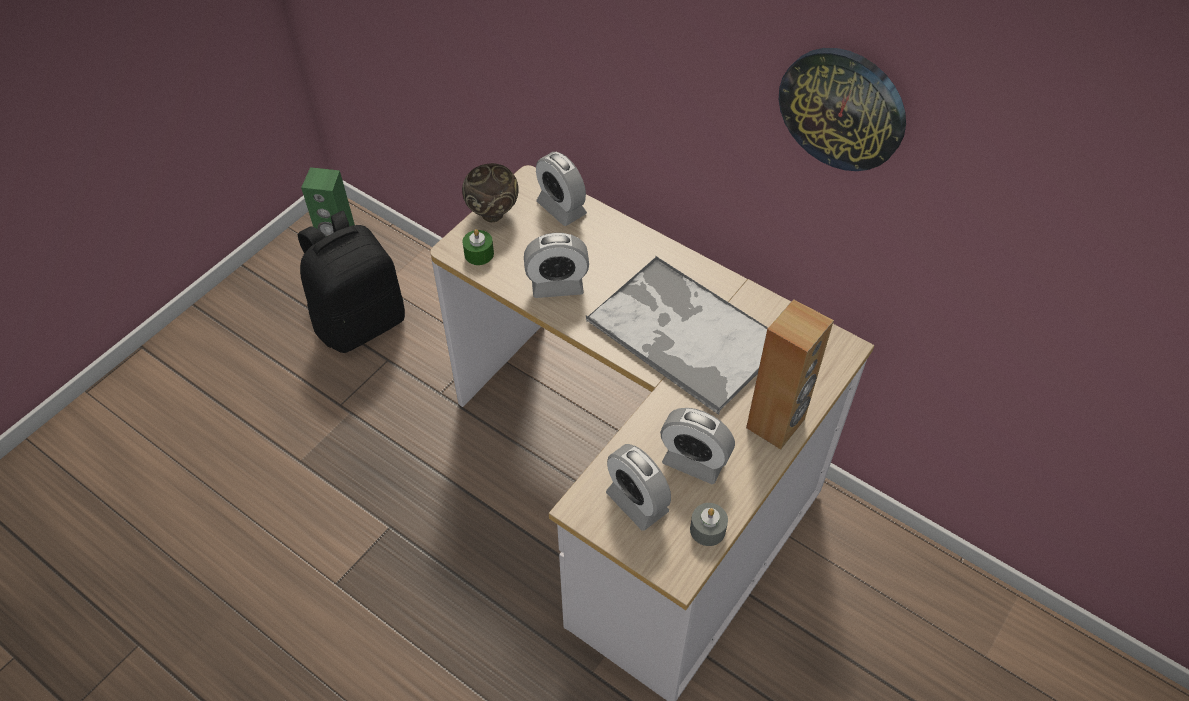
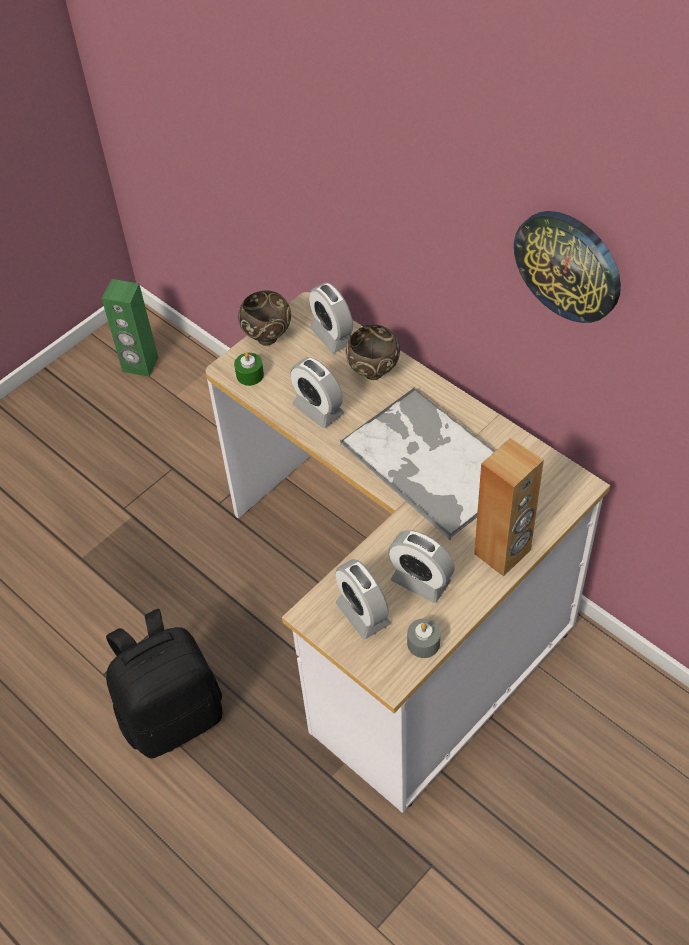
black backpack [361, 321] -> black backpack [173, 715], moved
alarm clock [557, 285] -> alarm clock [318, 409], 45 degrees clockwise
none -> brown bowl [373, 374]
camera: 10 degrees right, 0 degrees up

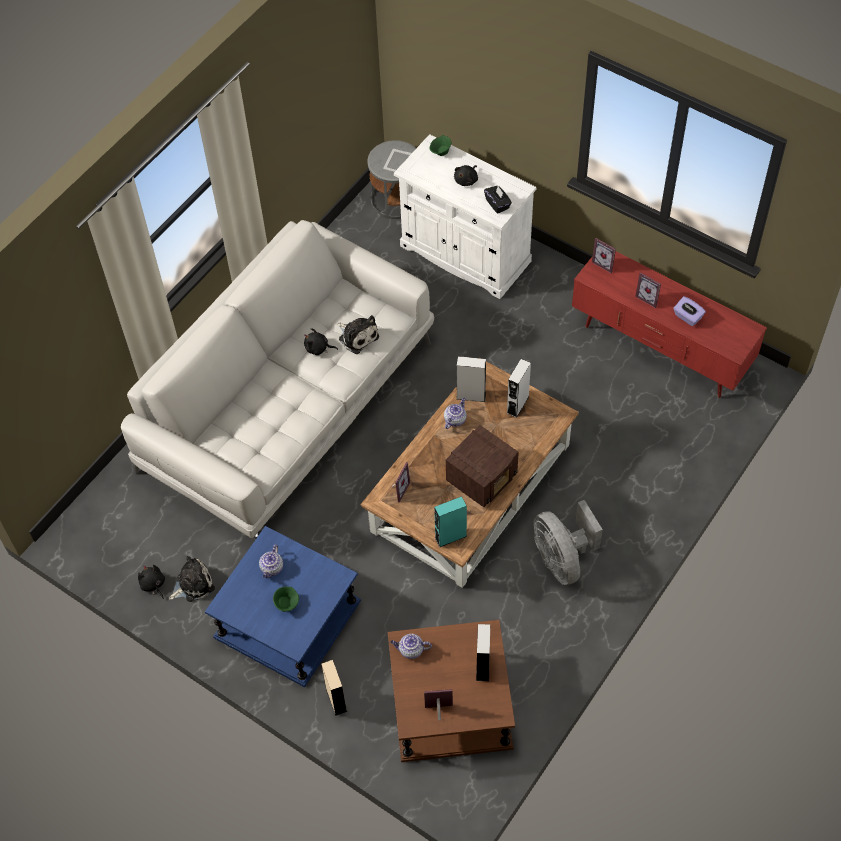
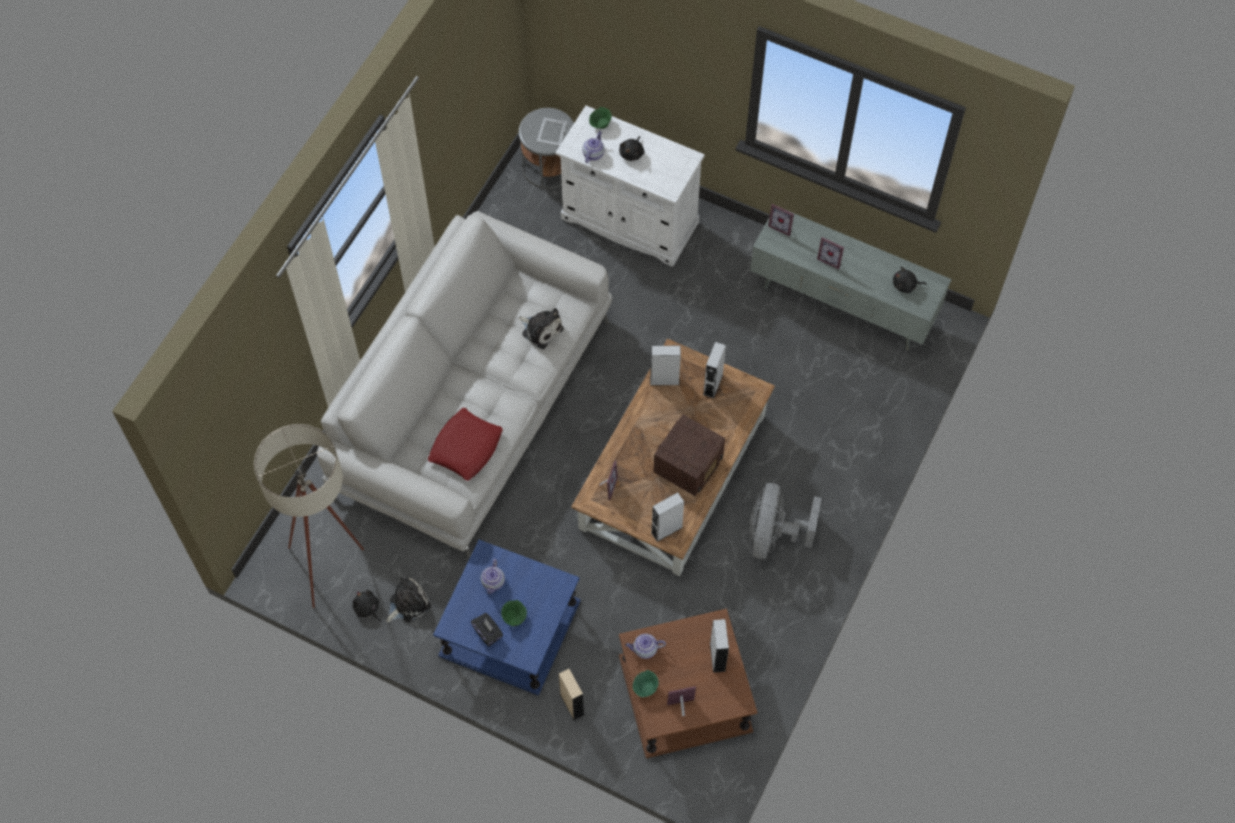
none -> beige floor lamp [331, 564]
none -> red pillow [466, 447]
black tissue box [497, 204] -> black tissue box [487, 633], moved
teapot [455, 419] -> teapot [593, 153], moved
none -> green bowl [645, 688]
turquoise speaker [450, 537] -> grey speaker [666, 530]
grey fan [562, 559] -> grey fan [773, 535], 45 degrees clockwise
red tv stand [660, 350] -> grey tv stand [842, 305]
black plush toy [318, 348] -> black plush toy [905, 285], moved
purple tissue box [687, 317] -> none
camera: 10 degrees left, 5 degrees up

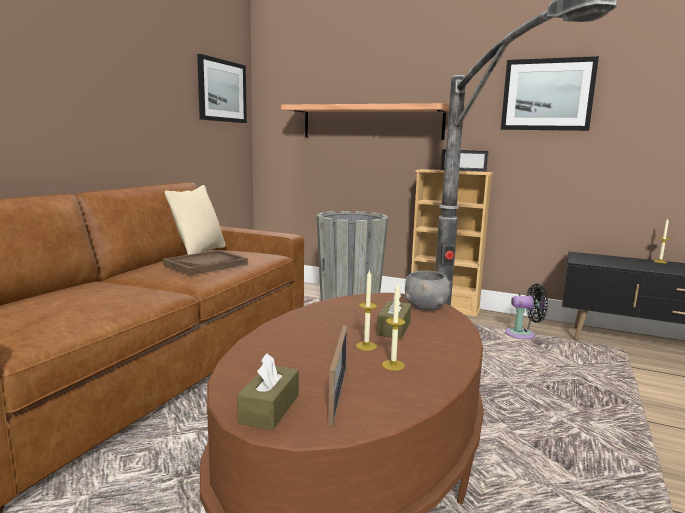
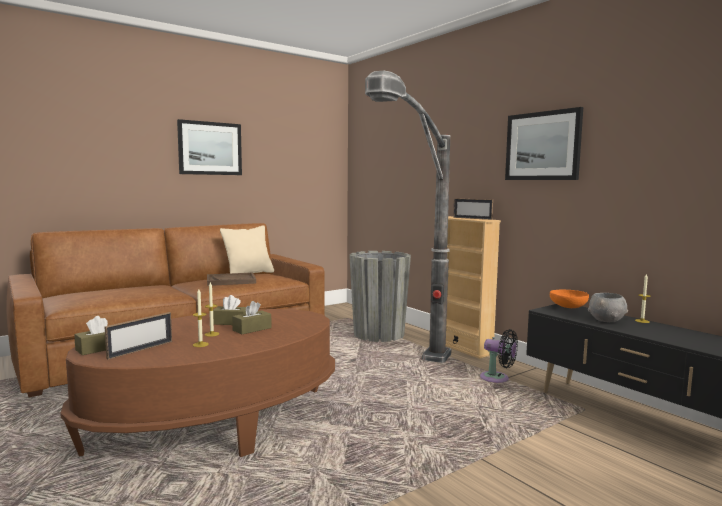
picture [222, 91] -> picture [210, 148], moved
none -> brown tissue box [231, 322]
none -> orange bowl [568, 308]
grey bowl [426, 307] -> grey bowl [607, 320], moved
shelf [371, 122] -> none
camera: 30 degrees right, 5 degrees down

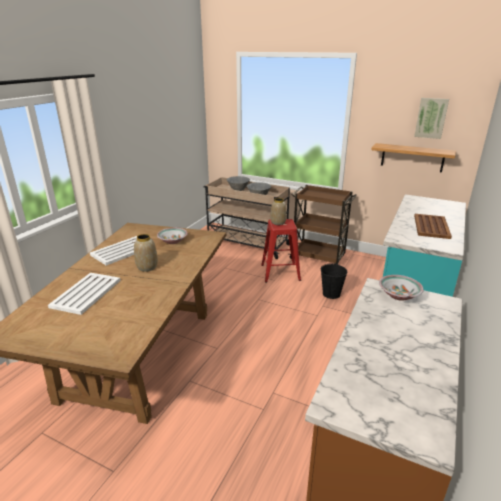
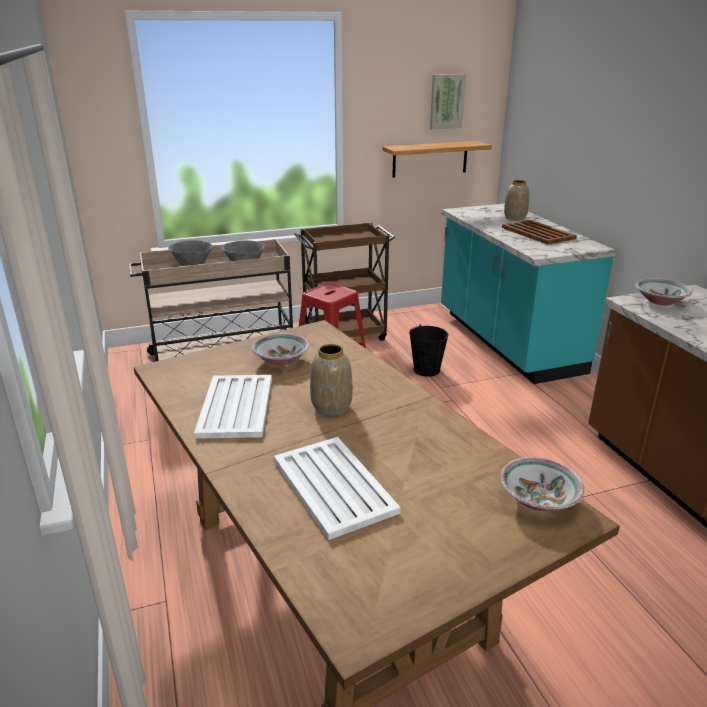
none -> bowl [538, 499]
vase [278, 222] -> vase [515, 218], moved
camera: 45 degrees left, 0 degrees up

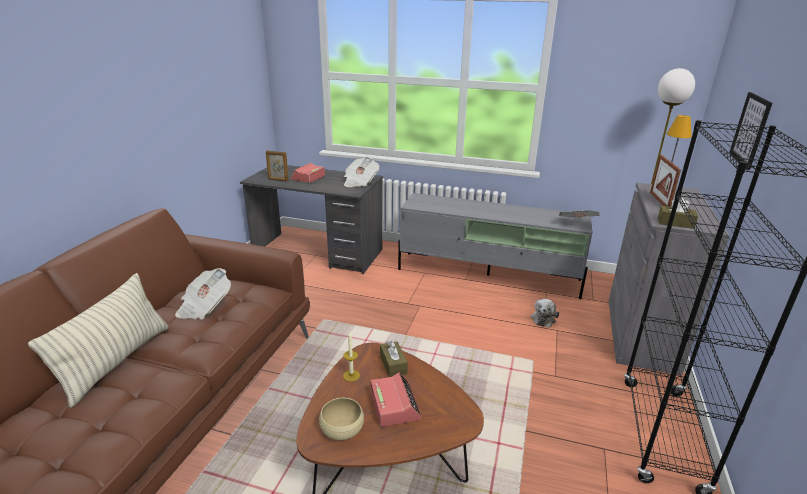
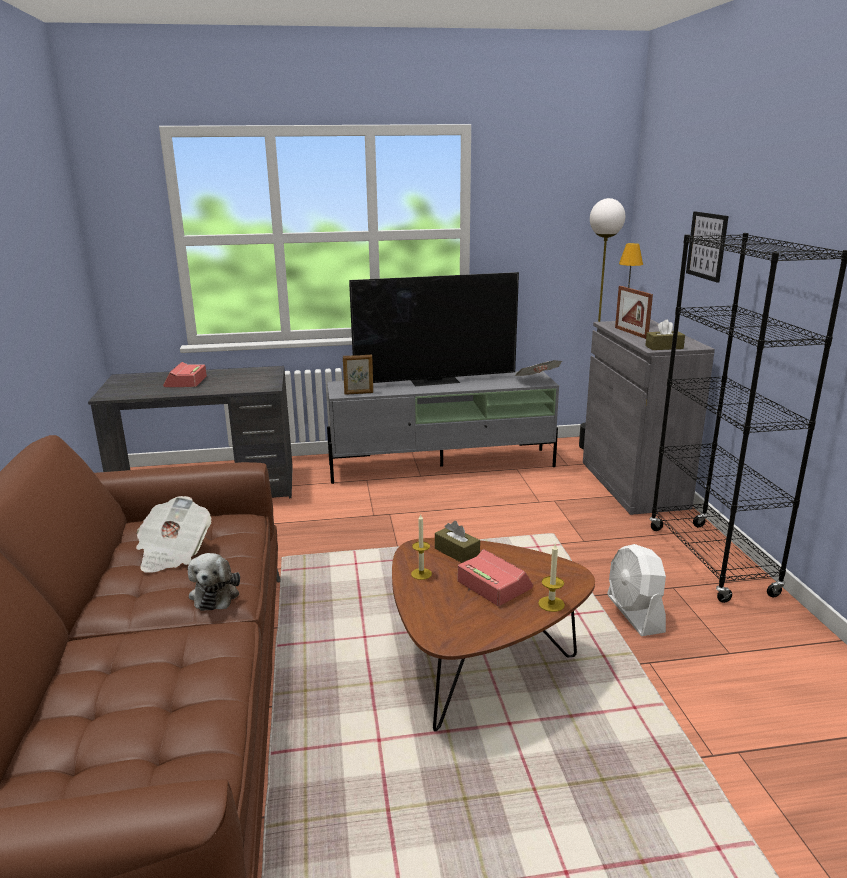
plush toy [543, 318] -> plush toy [215, 593], moved
picture frame [278, 180] -> picture frame [359, 393], moved
none -> television [435, 380]
none -> candle [551, 604]
none -> white fan [634, 614]
pillow [117, 361] -> none
beige bowl [342, 428] -> none
newspaper [360, 182] -> none
camera: 25 degrees left, 5 degrees down

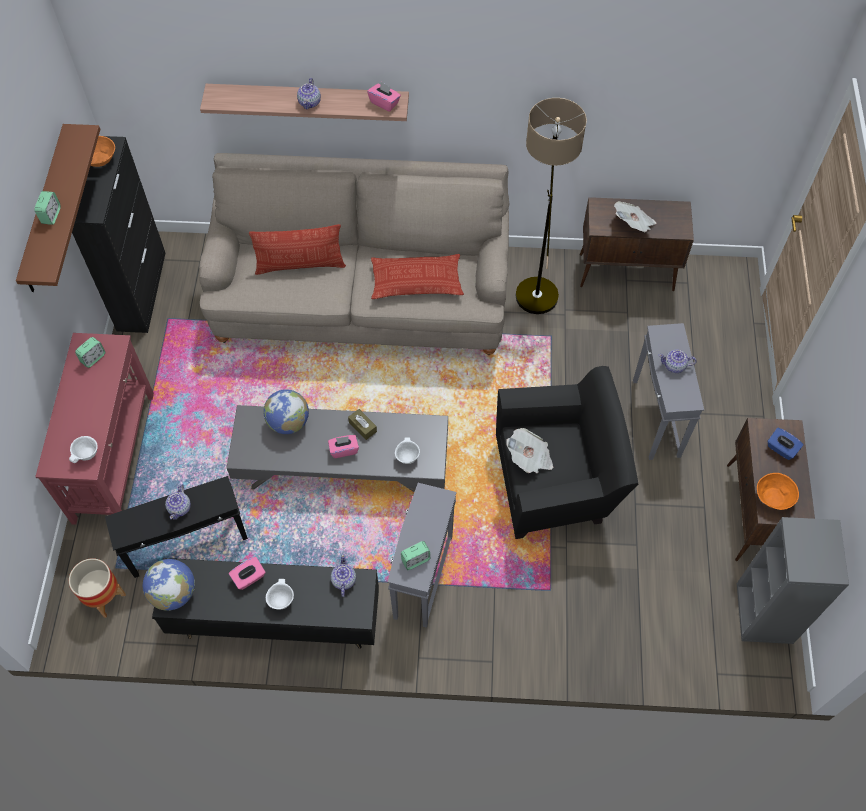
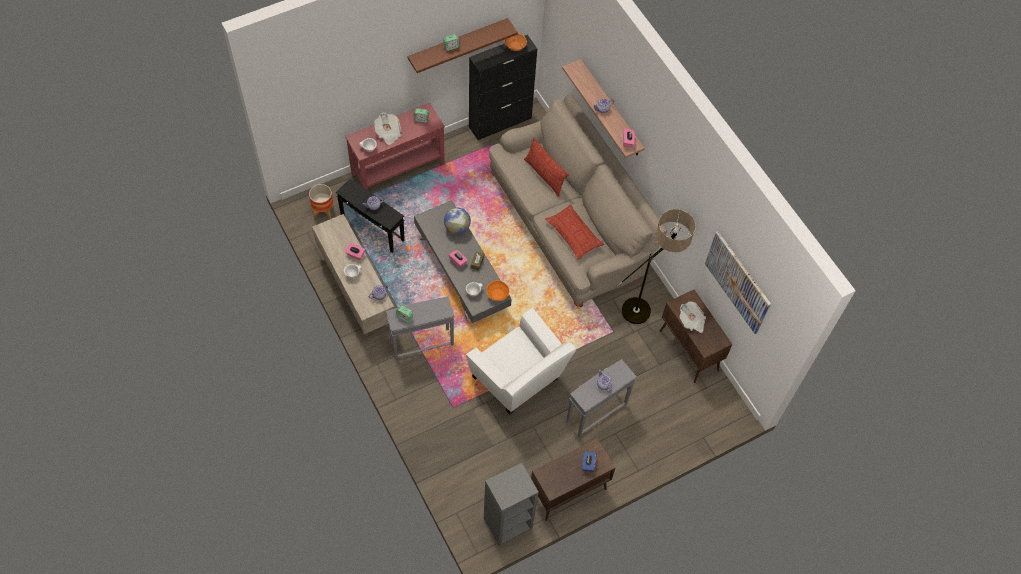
black tv stand [277, 622] -> beige tv stand [356, 291]
newspaper [529, 458] -> newspaper [388, 133], moved
black armchair [556, 483] -> white armchair [519, 380]
orange bowl [773, 498] -> orange bowl [497, 295], moved
none -> picture [737, 282]
globe [174, 593] -> none
camera: 55 degrees right, 0 degrees up

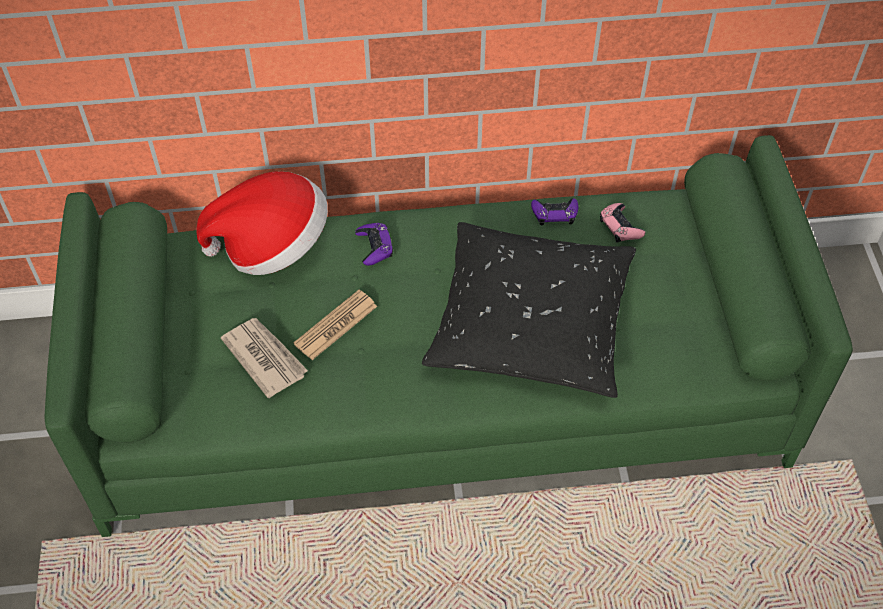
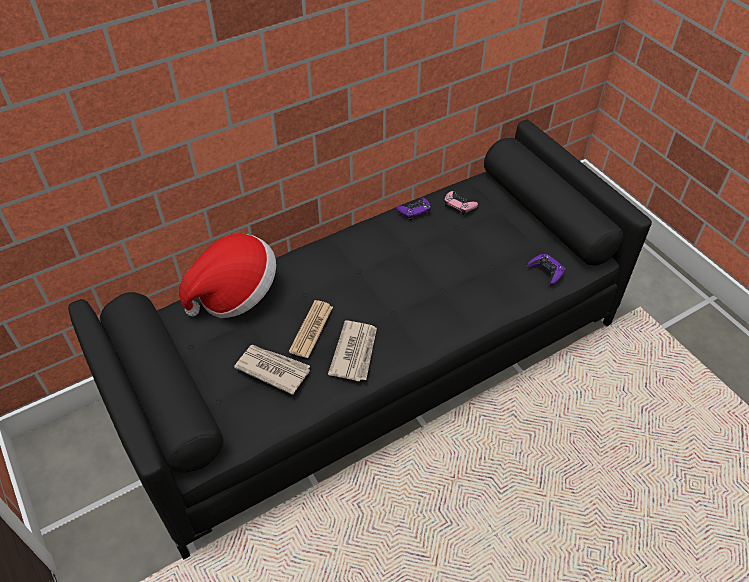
green sofa [442, 391] -> black sofa [375, 361]
none -> newspaper [355, 352]
purple game controller [374, 247] -> purple game controller [546, 271], moved
black pillow [530, 322] -> none
camera: 25 degrees left, 5 degrees down

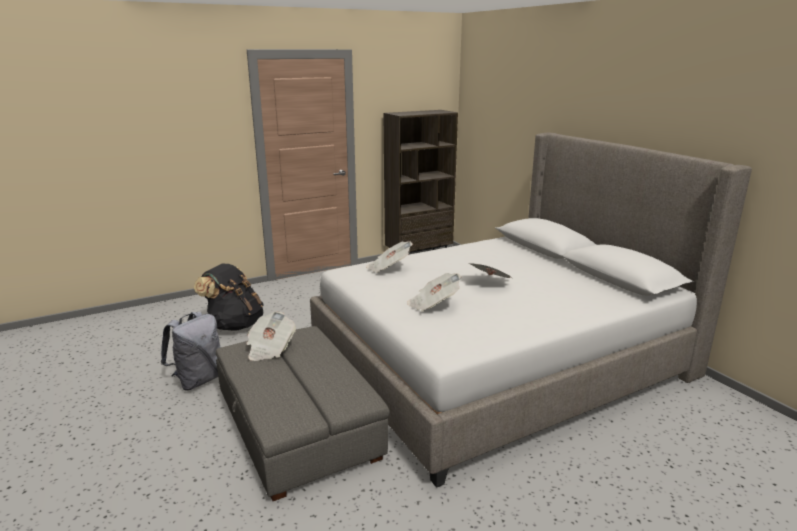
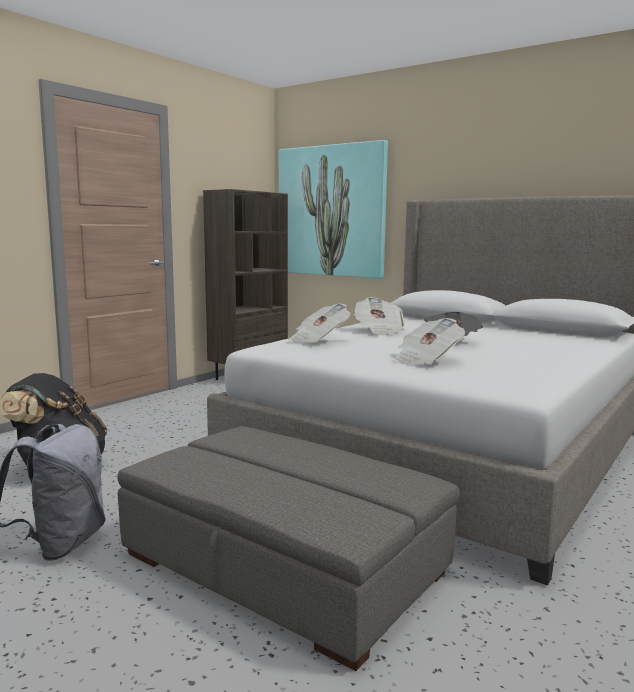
none -> picture [331, 211]
newspaper [270, 349] -> newspaper [379, 331], moved
camera: 25 degrees left, 10 degrees down

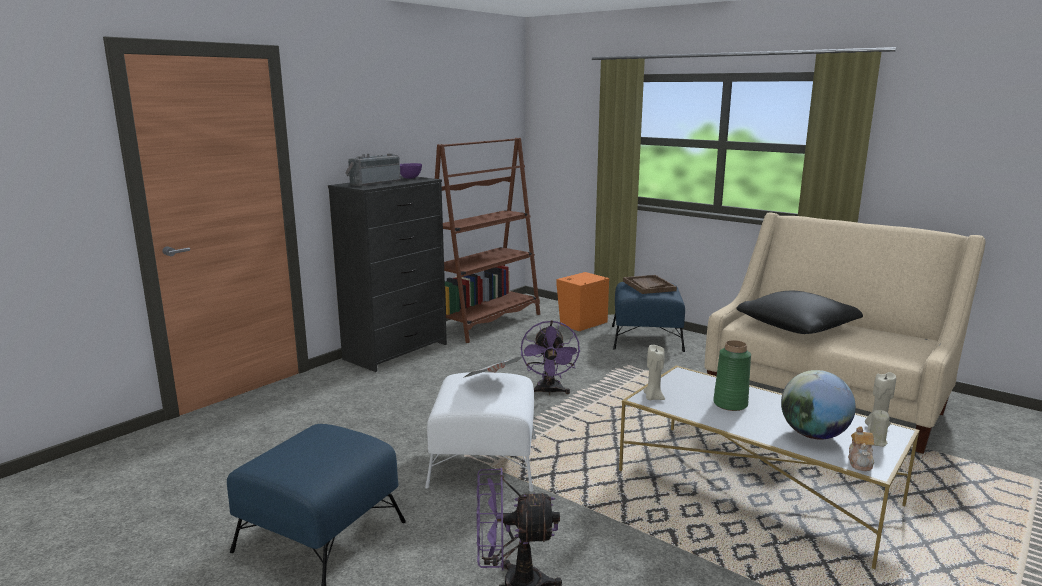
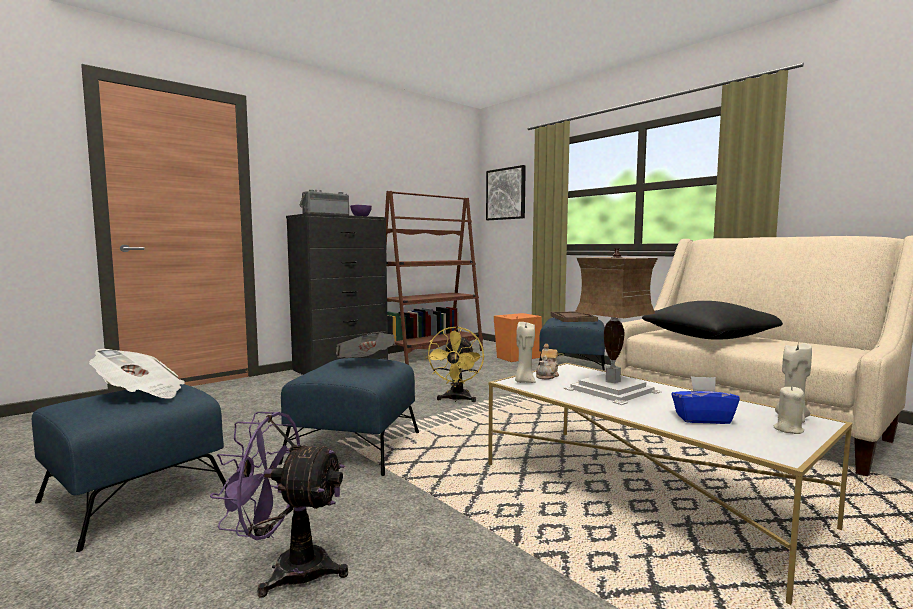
none -> newspaper [141, 394]
white ottoman [485, 461] -> blue ottoman [354, 447]
purple fan [549, 392] -> yellow fan [456, 399]
none -> picture [506, 194]
teapot [860, 462] -> teapot [547, 375], moved
green vase [730, 404] -> table lamp [609, 390]
globe [813, 435] -> blue tissue box [702, 419]
camera: 10 degrees right, 10 degrees down

